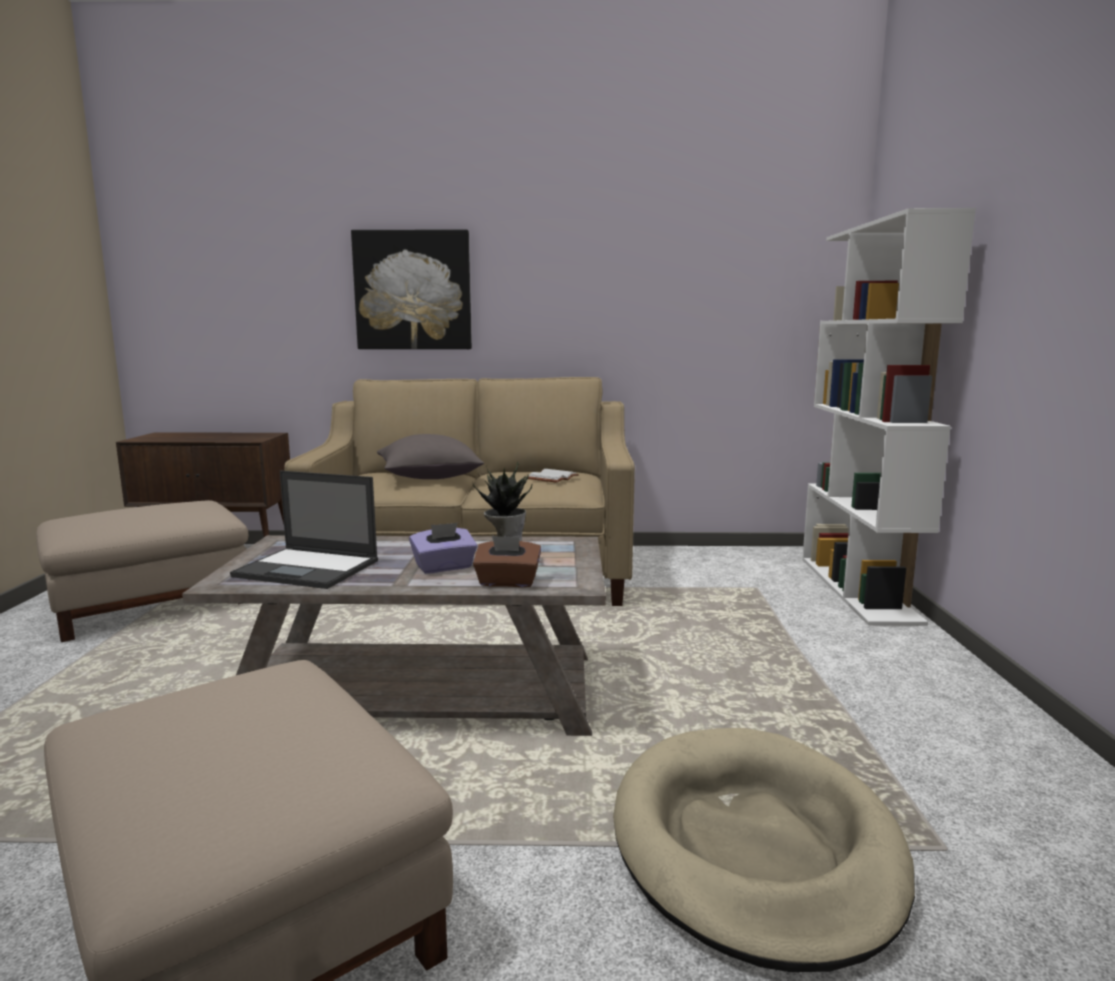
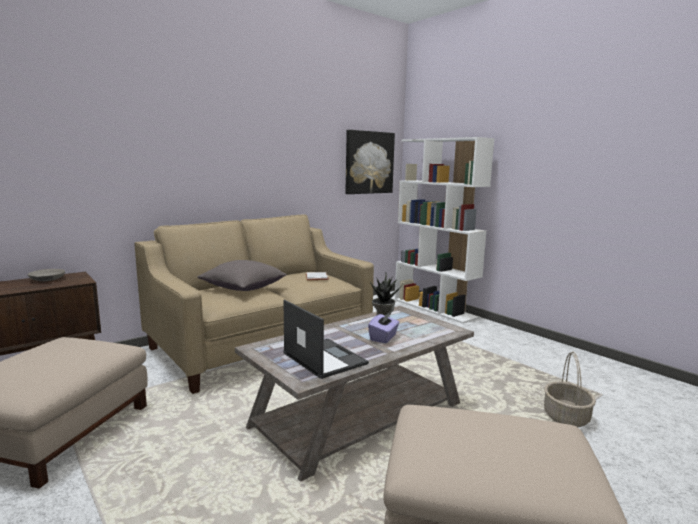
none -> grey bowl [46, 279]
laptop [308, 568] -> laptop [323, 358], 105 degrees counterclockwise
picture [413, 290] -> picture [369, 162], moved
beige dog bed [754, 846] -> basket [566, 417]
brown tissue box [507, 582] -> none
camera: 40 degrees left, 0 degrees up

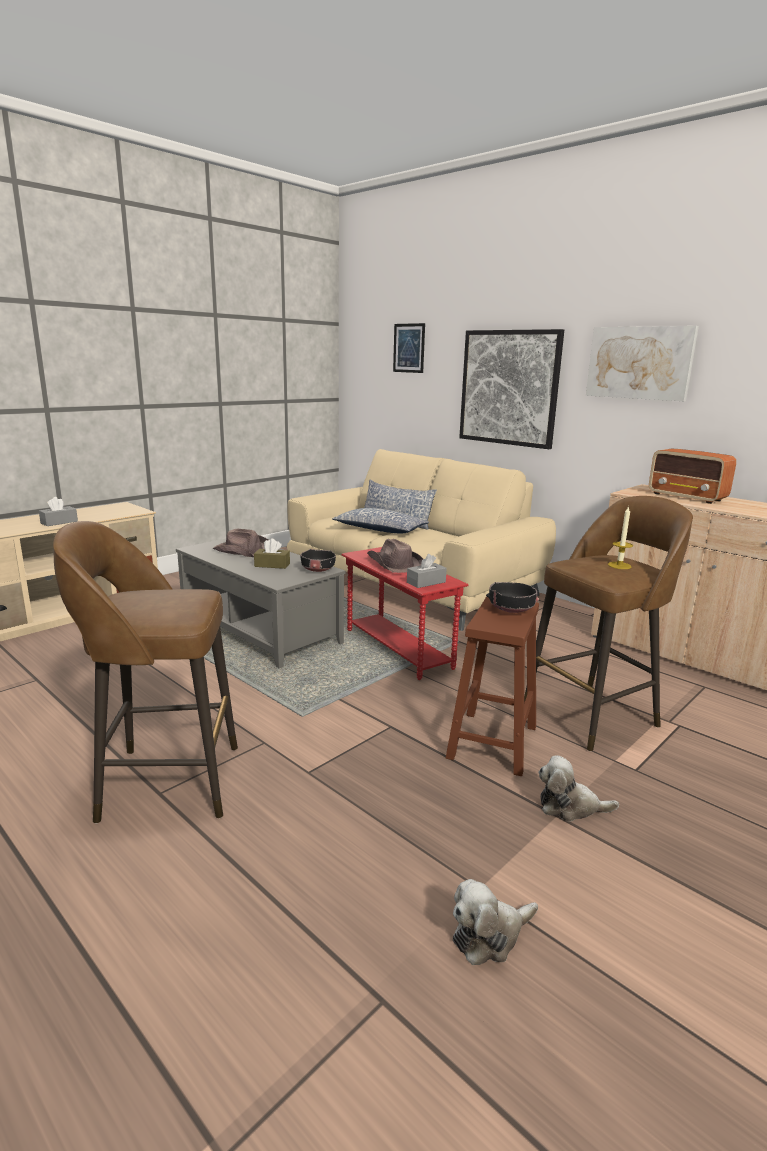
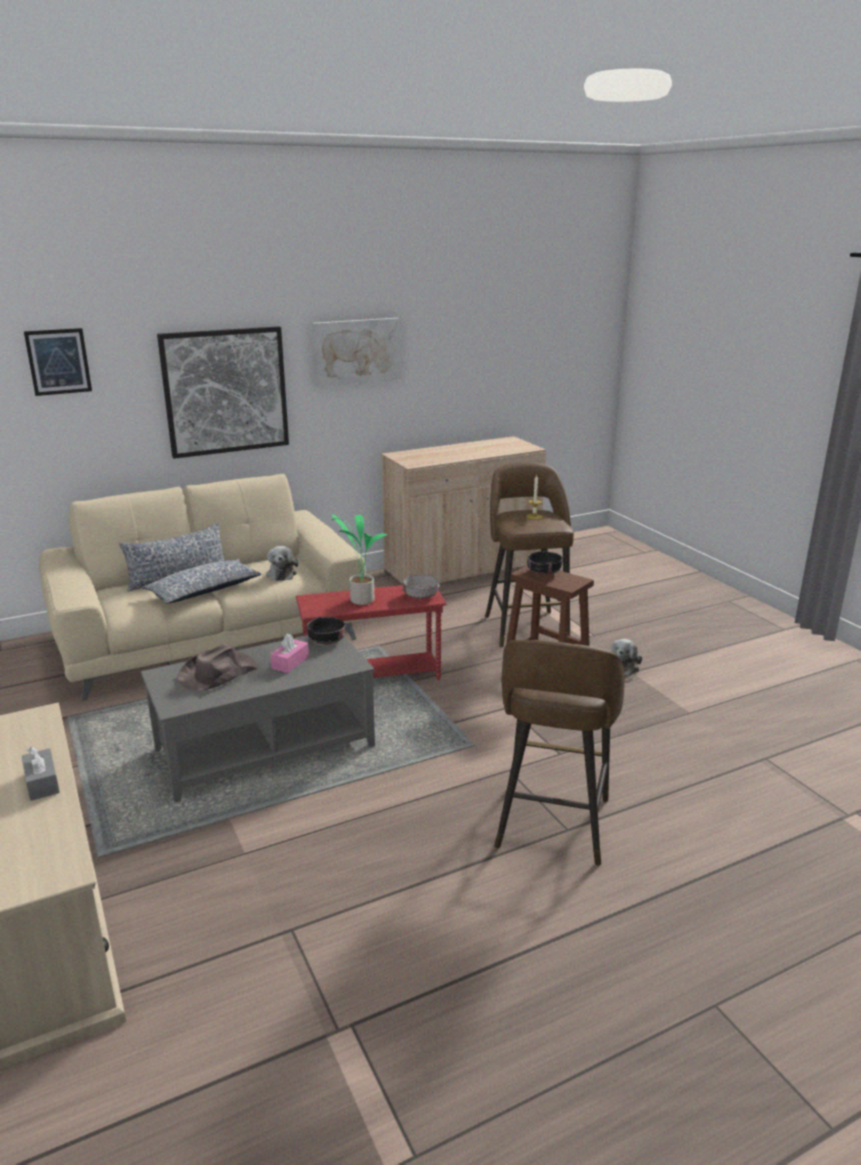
plush toy [489, 935] -> plush toy [281, 573], moved
brown tissue box [272, 565] -> pink tissue box [290, 662]
brown hat [394, 564] -> potted plant [360, 600]
grey tissue box [426, 582] -> grey bowl [420, 596]
radio [687, 497] -> none
camera: 70 degrees left, 5 degrees up

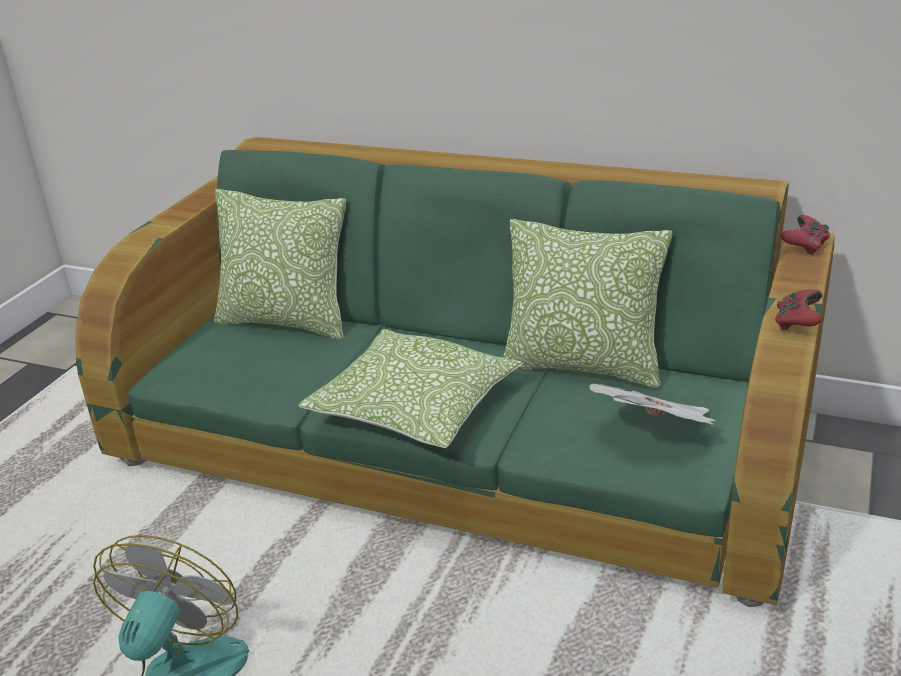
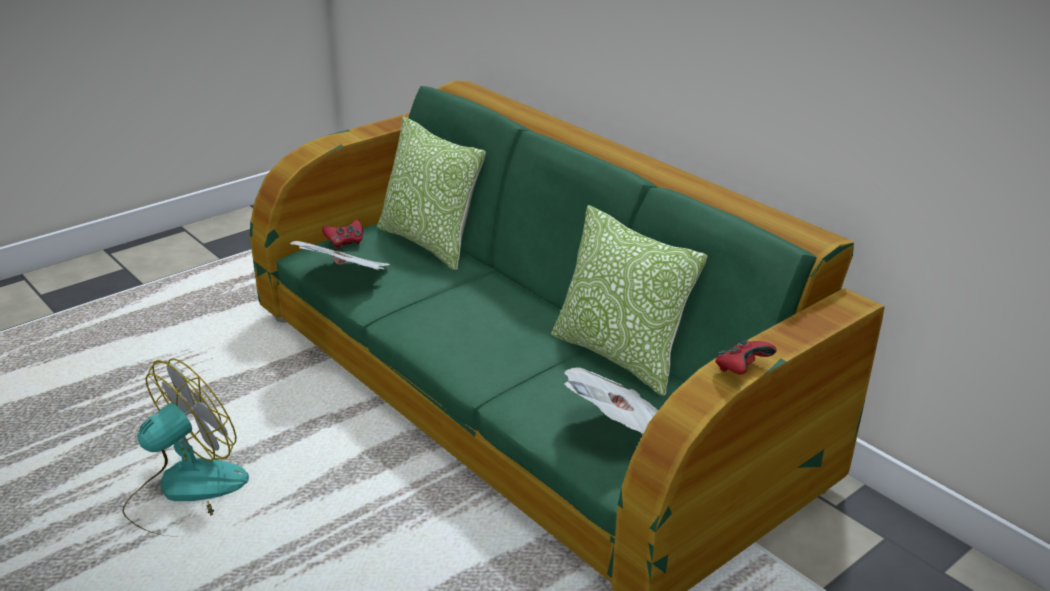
none -> newspaper [345, 278]
red game controller [805, 247] -> red game controller [345, 242], moved
pillow [414, 409] -> none
camera: 25 degrees right, 0 degrees up

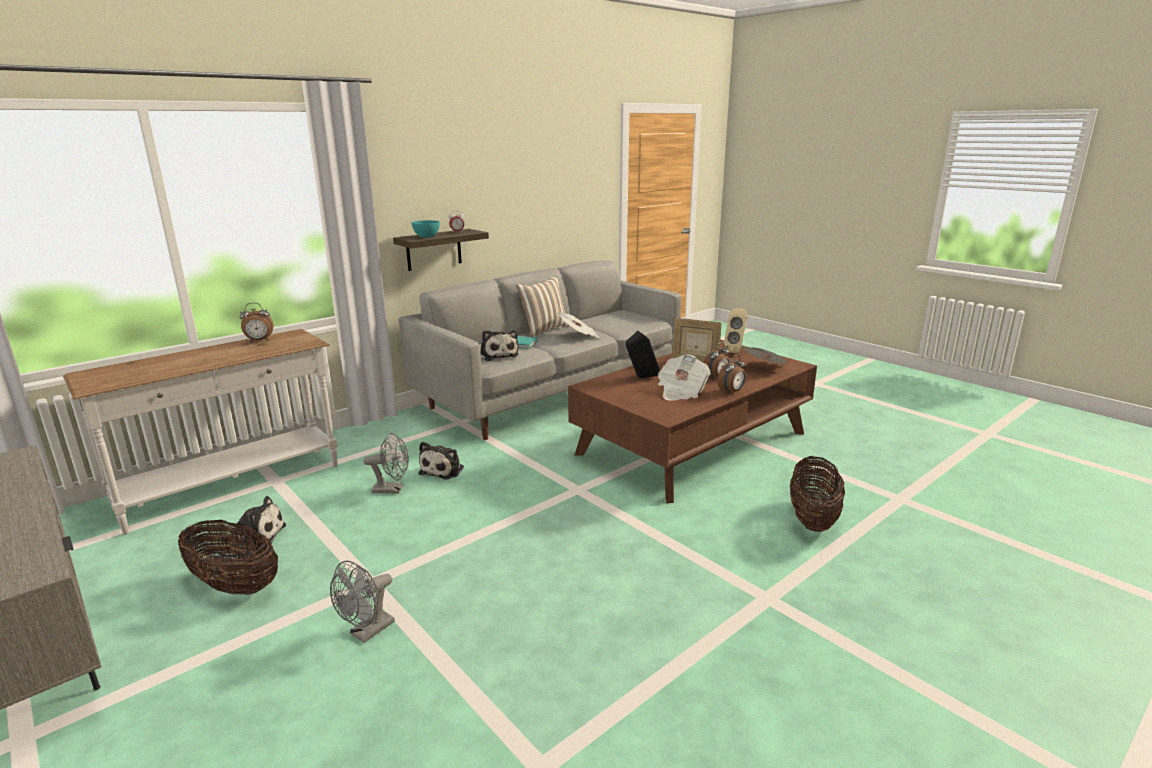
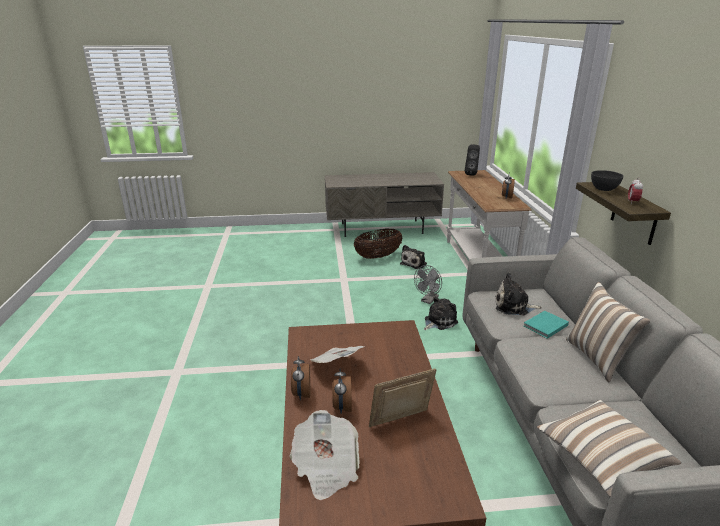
plush toy [443, 470] -> plush toy [439, 321], 90 degrees clockwise
black speaker [641, 377] -> black speaker [471, 174], moved
none -> pillow [601, 458]
turquoise bowl [427, 237] -> grey bowl [604, 189]
grey fan [367, 632] -> none
newspaper [579, 336] -> none
beige speaker [735, 351] -> none
basket [812, 519] -> none
camera: 125 degrees right, 5 degrees up

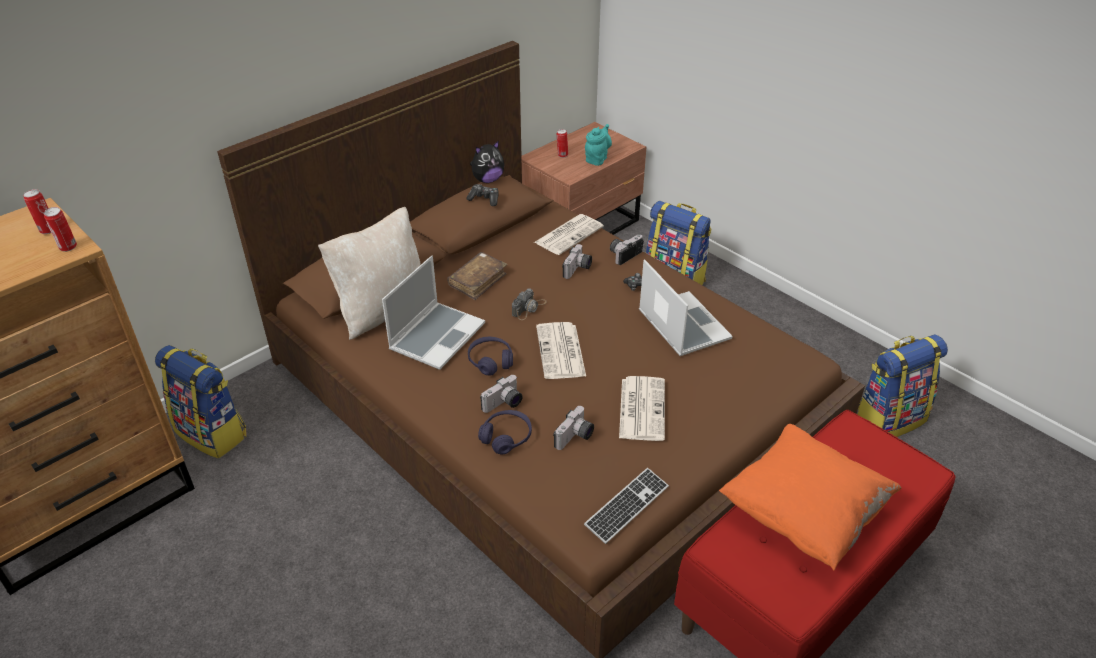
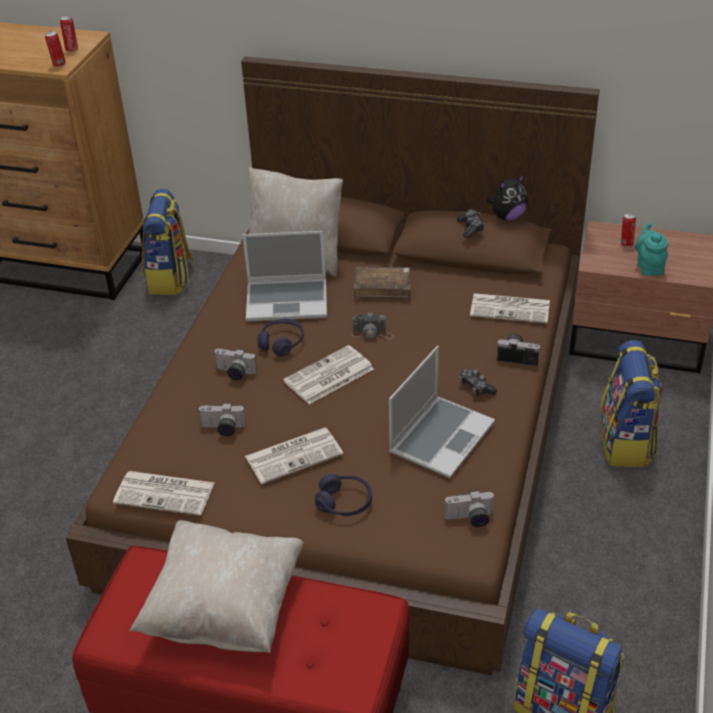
keyboard [627, 506] -> newspaper [166, 493]
orange pillow [802, 514] -> beige pillow [224, 609]
purple headphones [506, 437] -> purple headphones [344, 502], moved
photo camera [578, 269] -> photo camera [470, 519], moved
plush toy [487, 180] -> plush toy [507, 217], 60 degrees counterclockwise
turquoise teapot [597, 159] -> turquoise teapot [649, 267], 90 degrees counterclockwise
camera: 60 degrees right, 0 degrees up

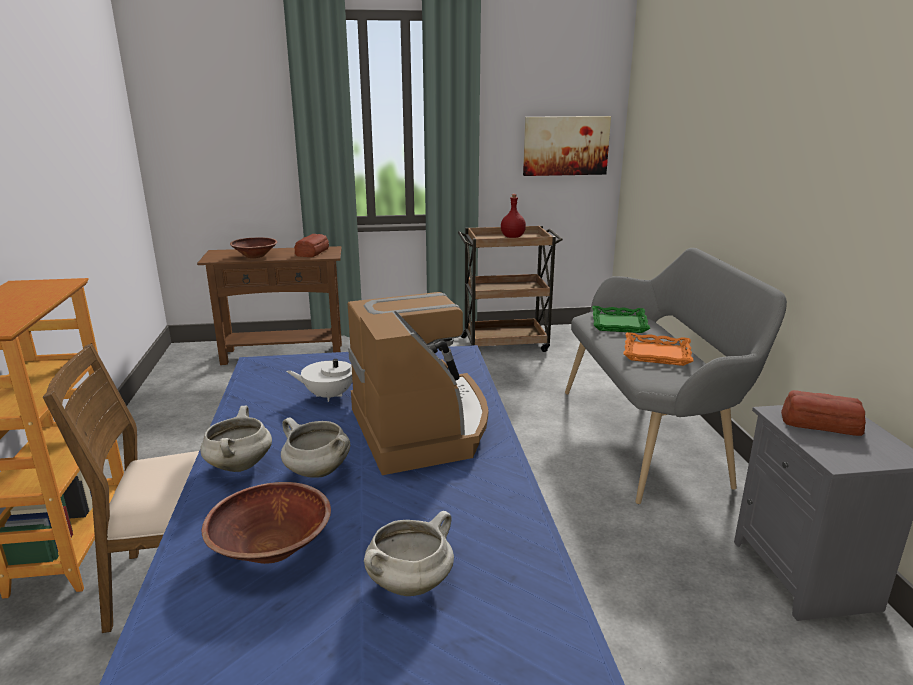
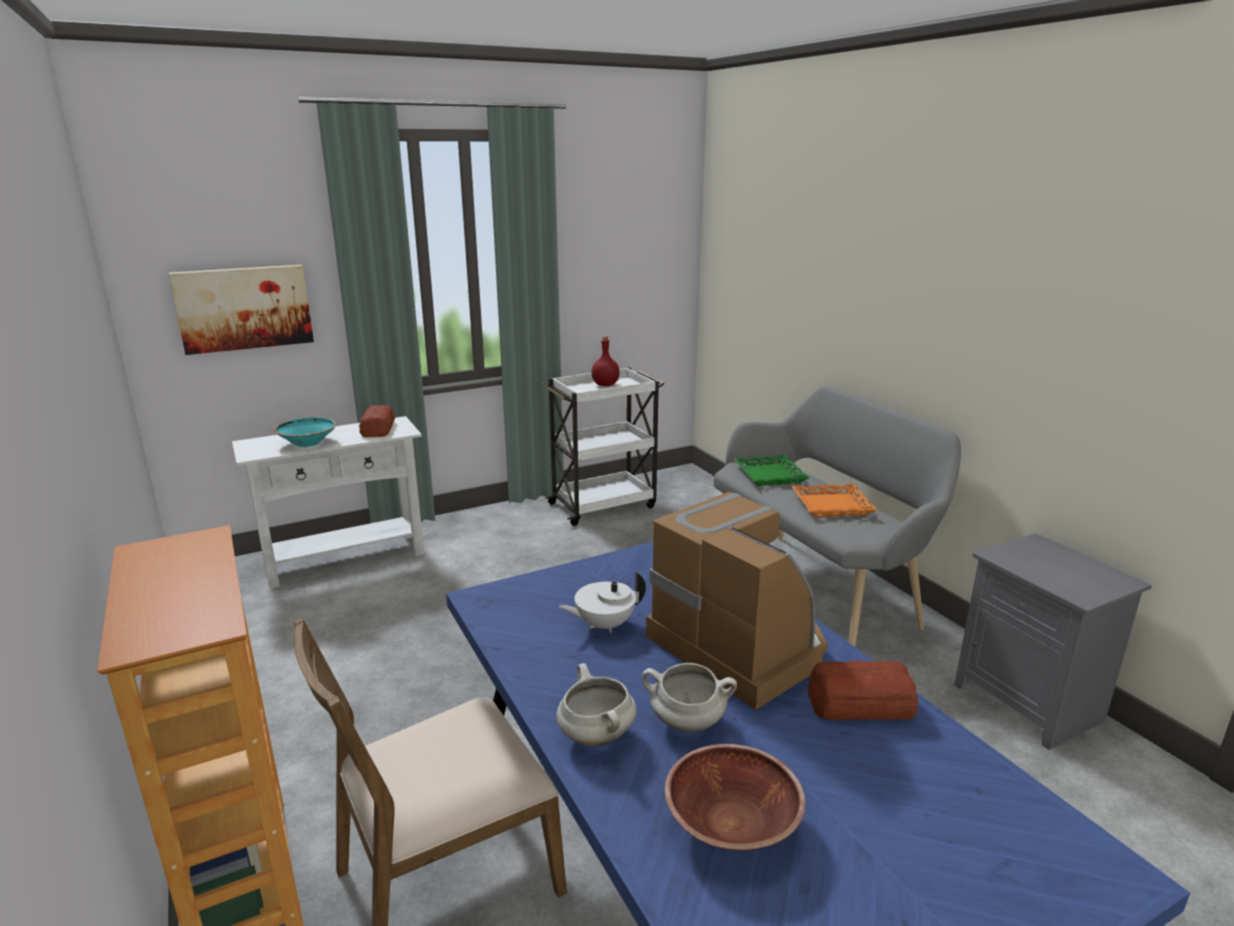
picture [565, 145] -> picture [244, 308], moved
brown console table [283, 354] -> white console table [345, 559]
brown bowl [255, 256] -> turquoise bowl [307, 443]
brown cart [506, 344] -> white cart [604, 505]
bread [820, 422] -> bread [859, 703], moved
white cooking pot [410, 583] -> none
camera: 20 degrees left, 0 degrees up

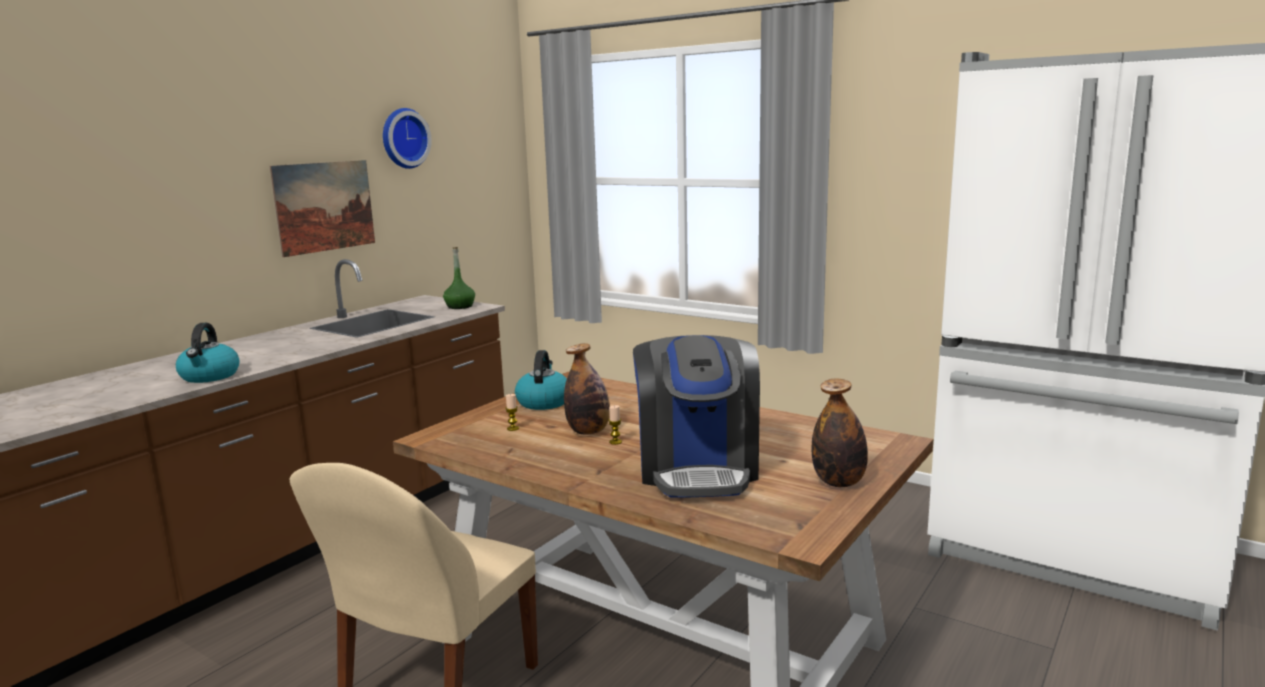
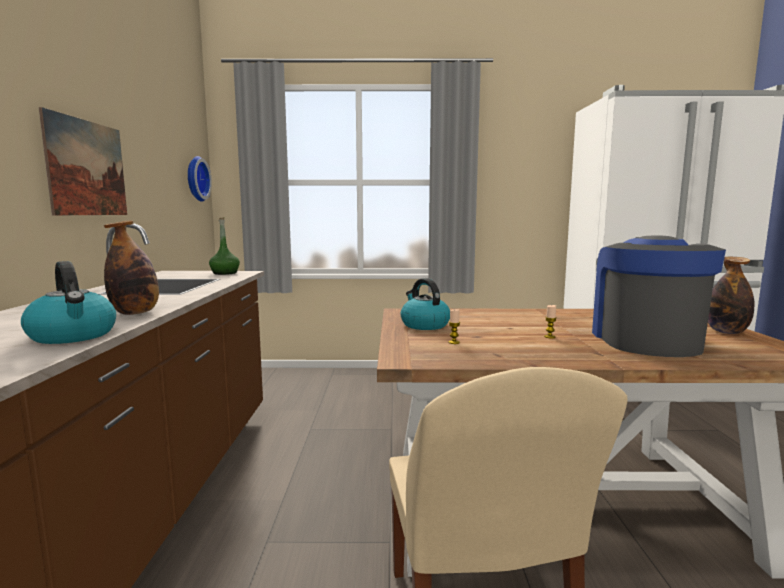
bottle [588, 432] -> bottle [135, 313], moved
wall clock [403, 138] -> wall clock [195, 179], moved
coffee machine [697, 469] -> coffee machine [645, 340], 135 degrees counterclockwise
camera: 35 degrees left, 5 degrees down

